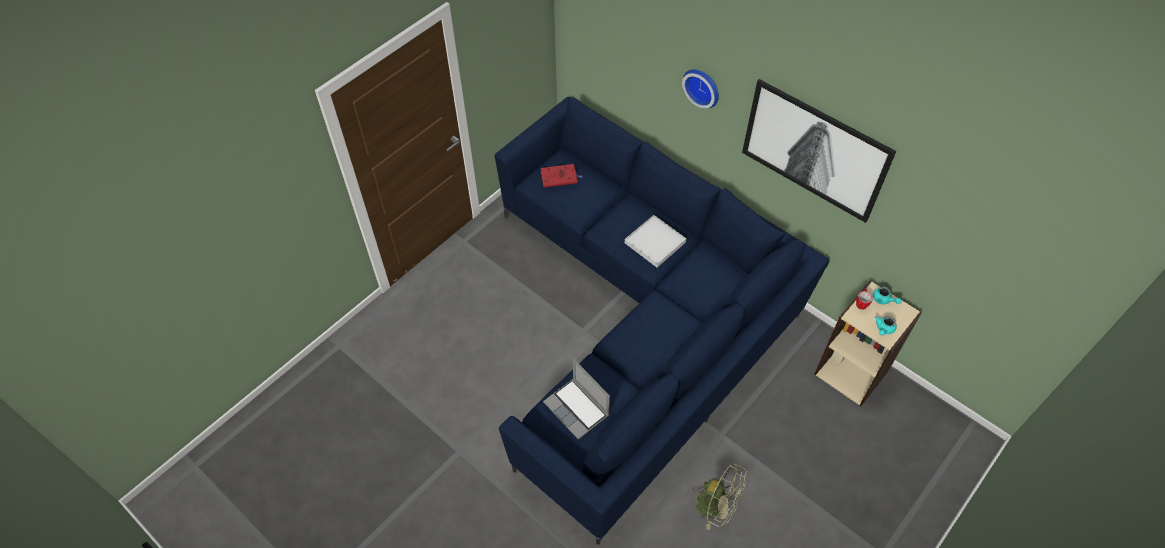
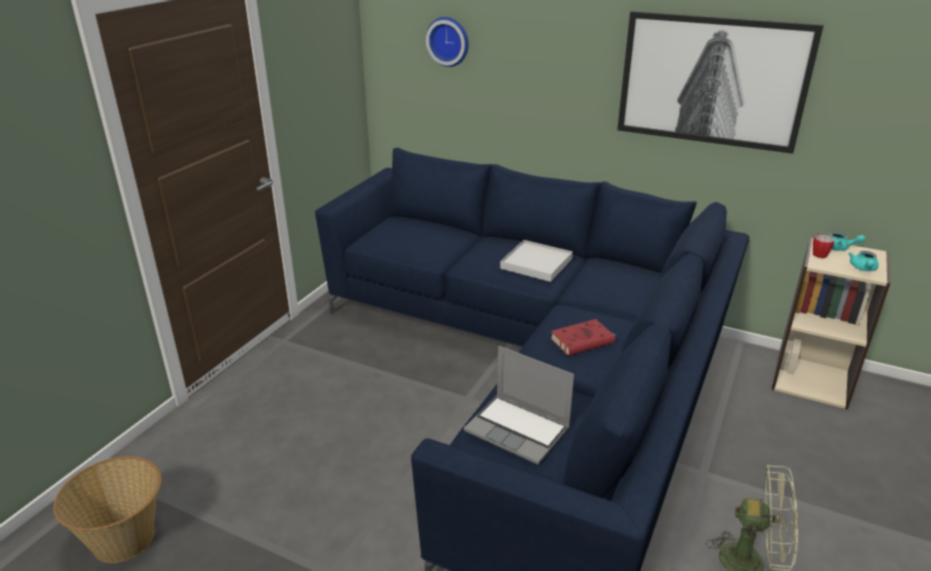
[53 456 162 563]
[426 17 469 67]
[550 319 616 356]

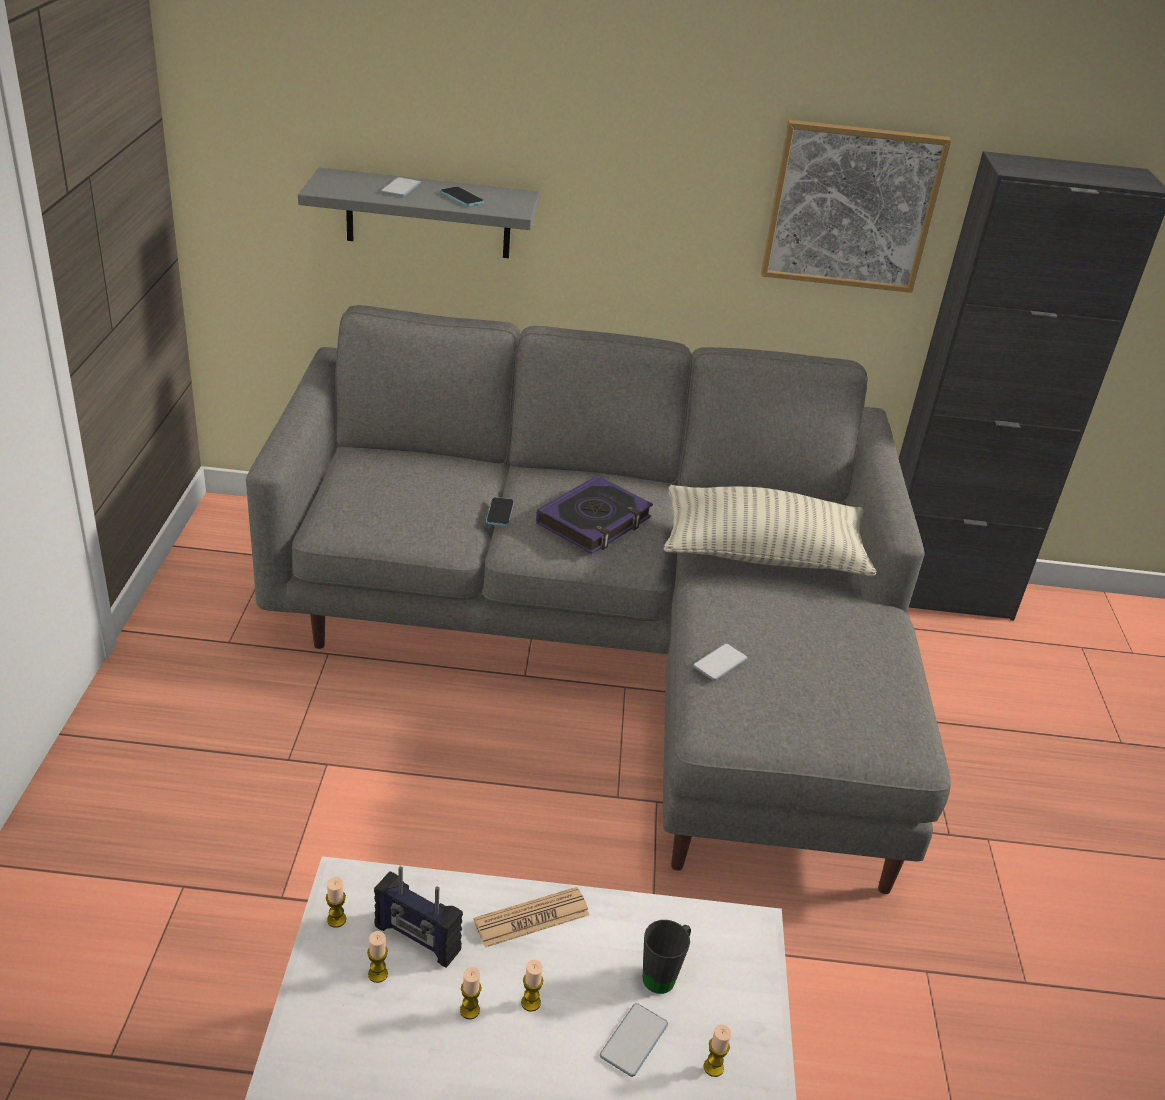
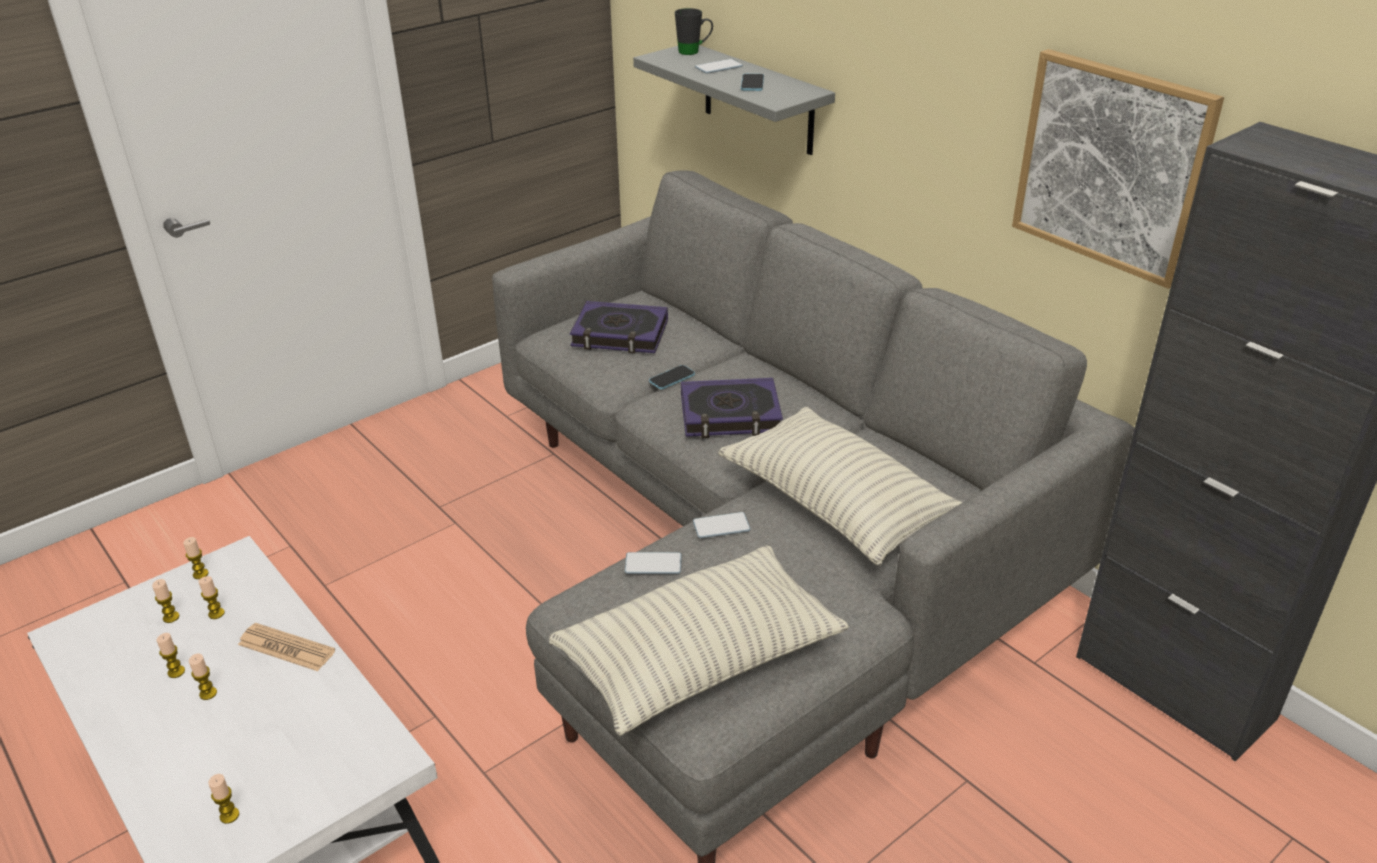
[199 576 225 619]
[549 545 849 736]
[570 301 668 354]
[675 8 713 55]
[693 512 751 538]

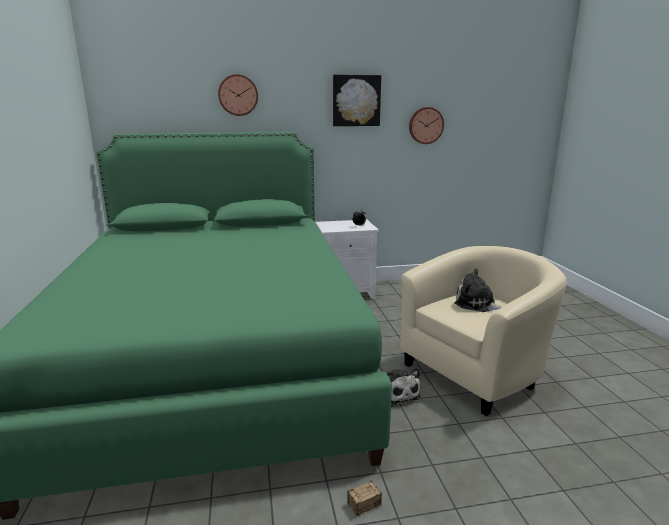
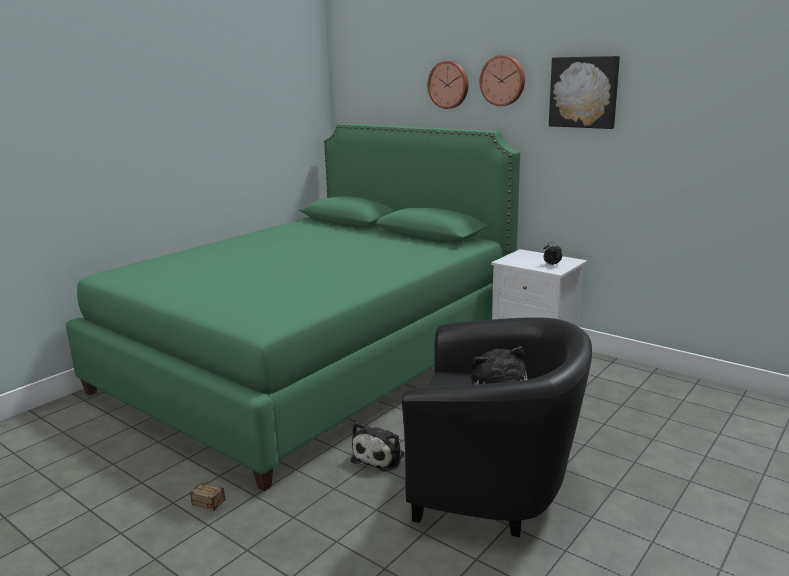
[401 317 592 537]
[480 55 525 106]

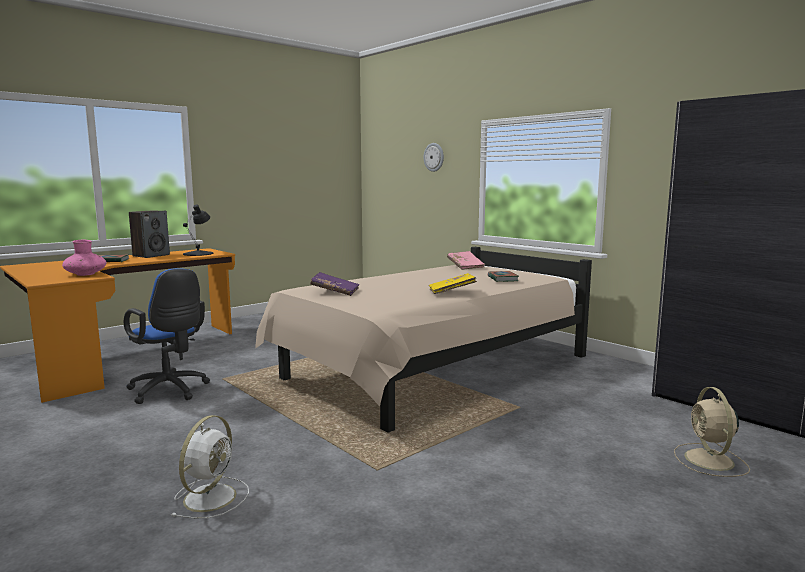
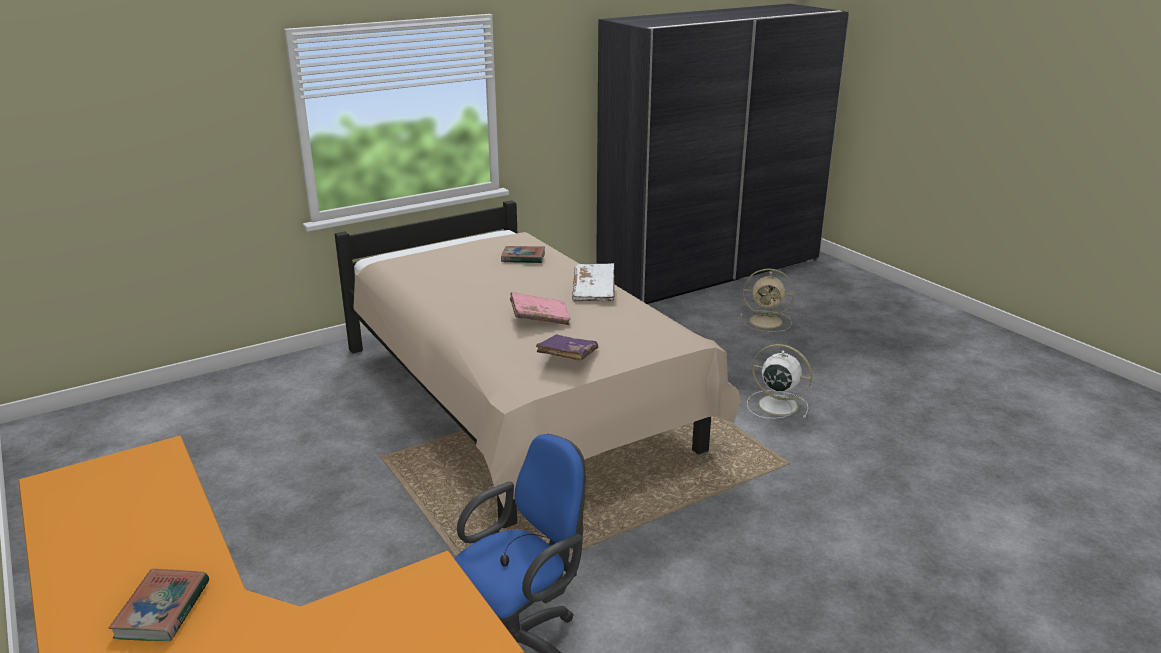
[510 292 571 325]
[572 263 615 301]
[747 344 812 419]
[62 240 107 276] (first image)
[129 210 170 258] (first image)
[183 204 213 256] (first image)
[424 143 444 172] (first image)

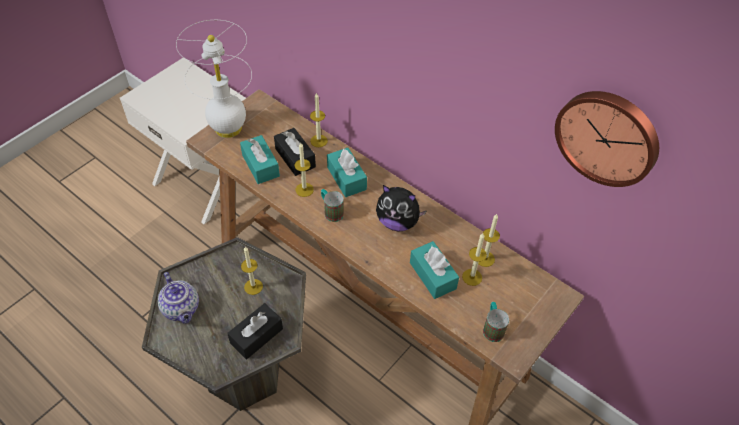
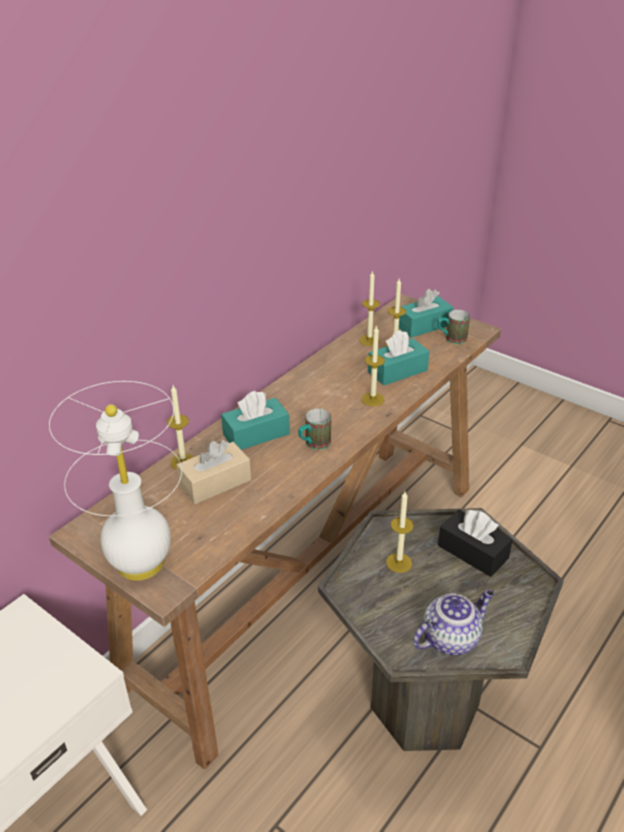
[177 440 251 504]
[362 325 385 406]
[399 289 453 338]
[376 185 427 232] (first image)
[555 91 659 187] (first image)

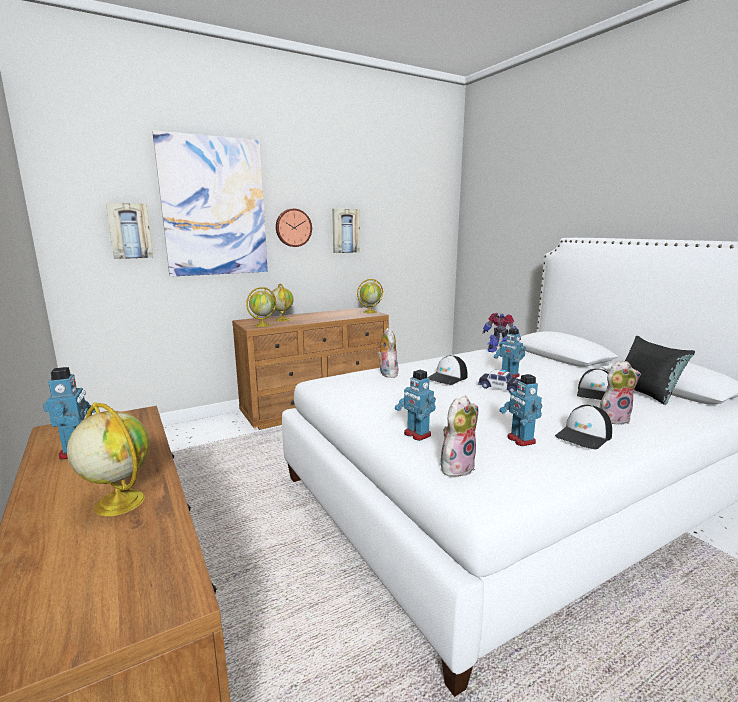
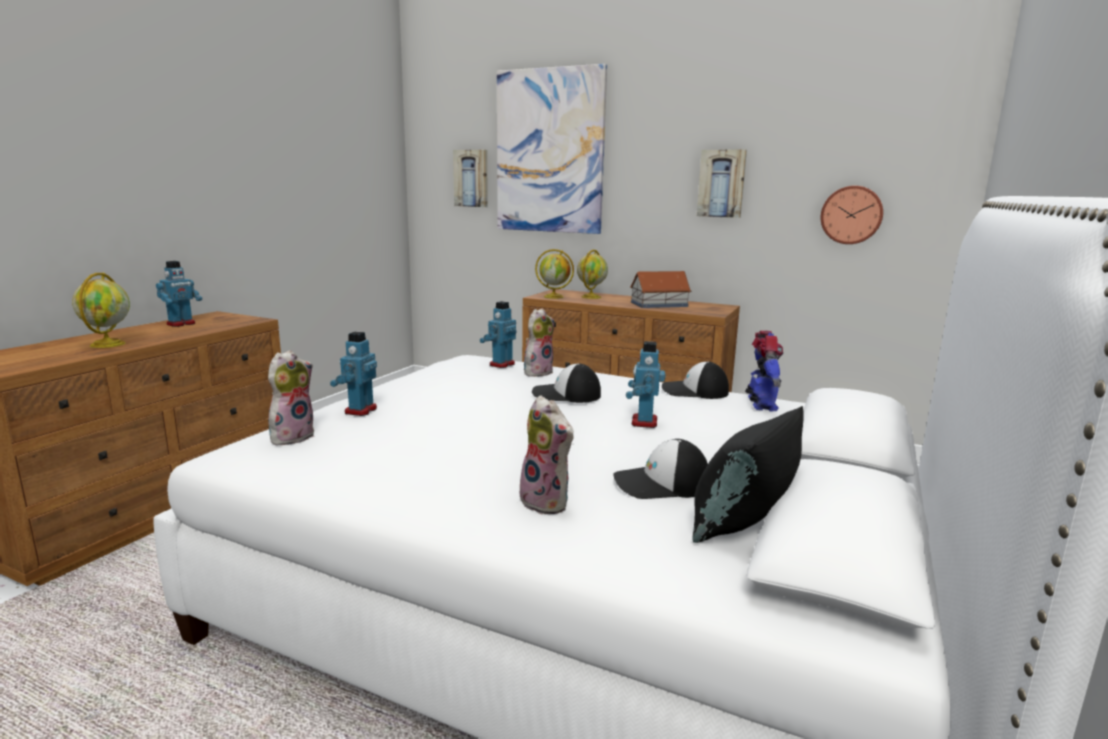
[268 350 314 446]
[480 301 516 368]
[630 271 691 308]
[662 361 729 399]
[821 186 883 244]
[357 279 383 313] (first image)
[478 369 521 393] (first image)

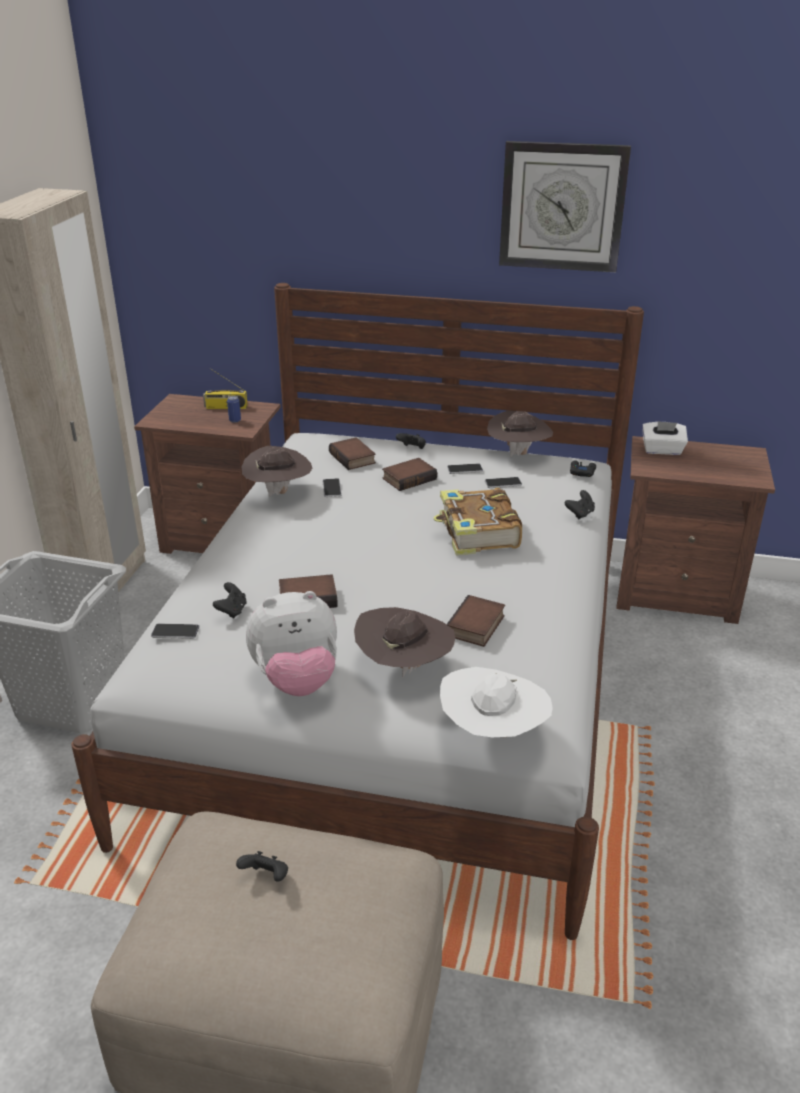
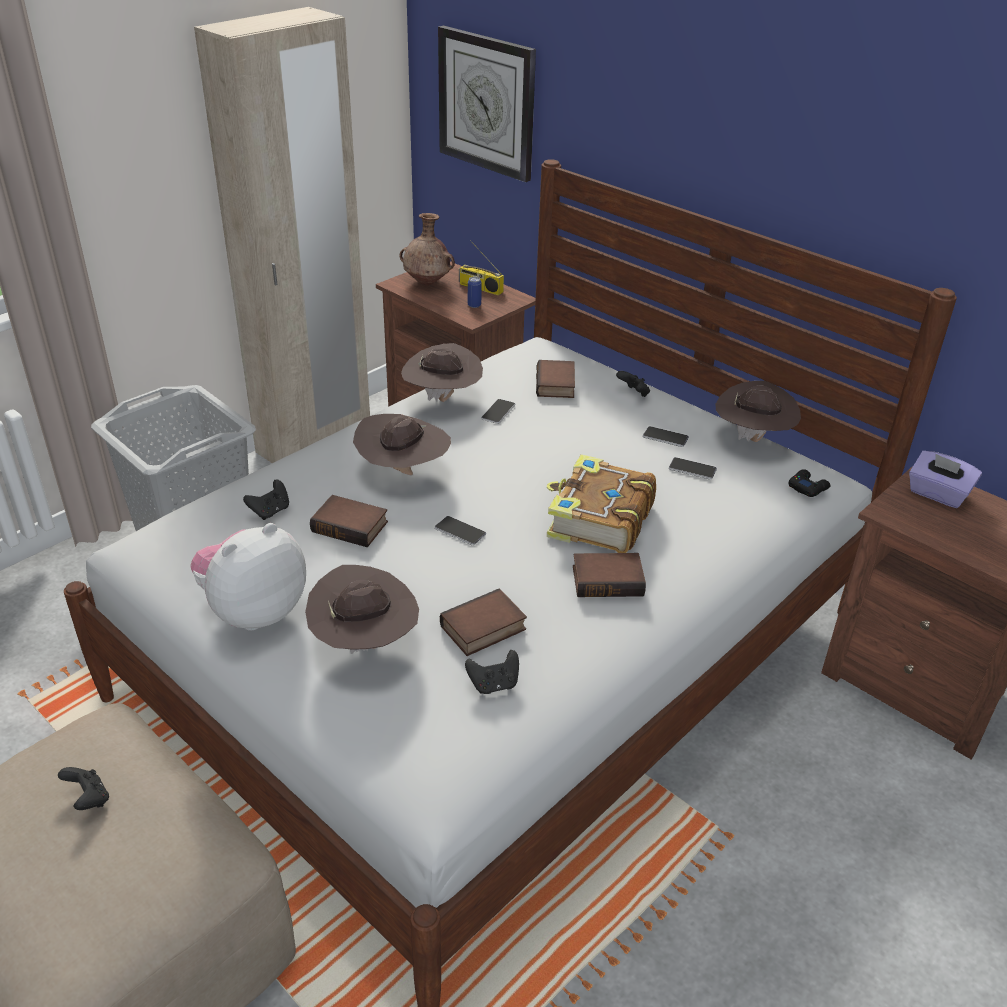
[191 523 306 631]
[353 414 451 475]
[399 213 455 286]
[435 516 486 546]
[438 26 536 182]
[465 650 519 694]
[573 553 646 597]
[909 451 982 508]
[440 667 552 737] (first image)

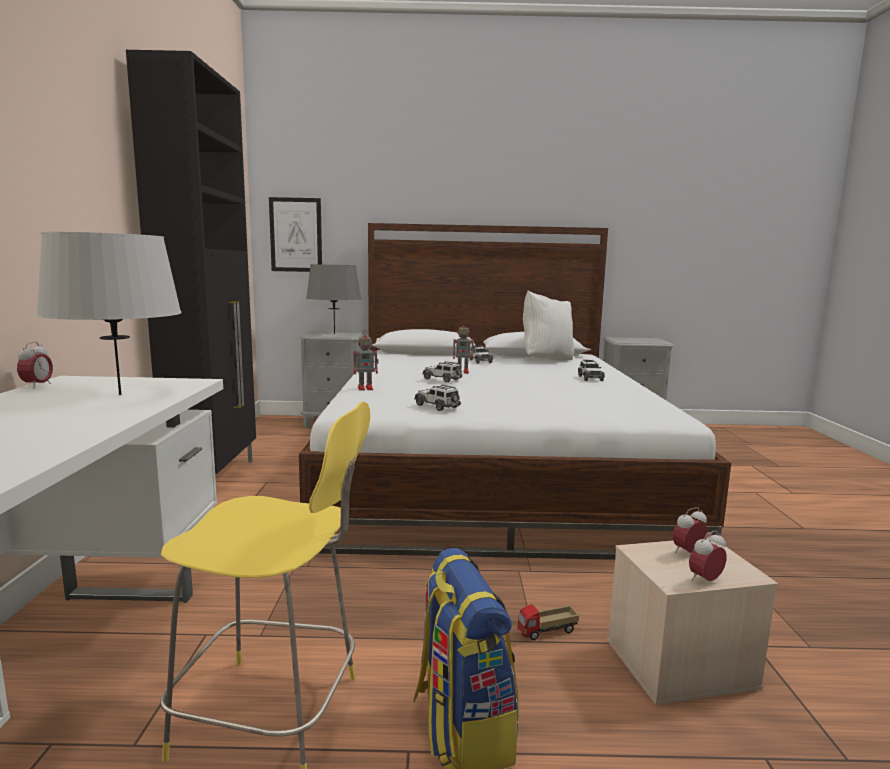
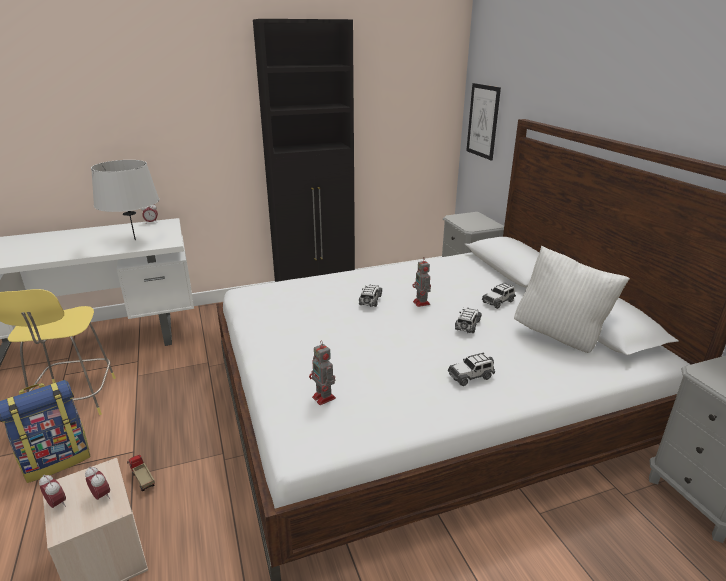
[309 340 336 405]
[455 308 482 333]
[307 264 361 334] (first image)

